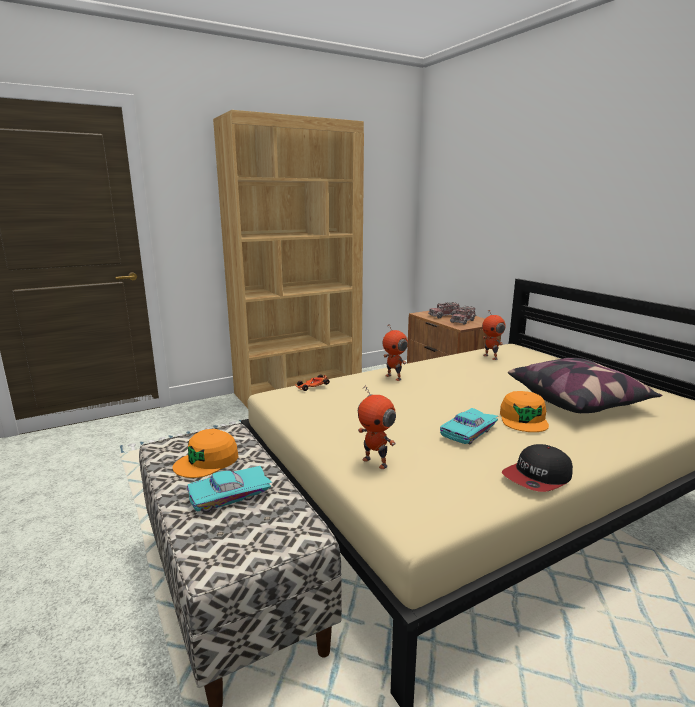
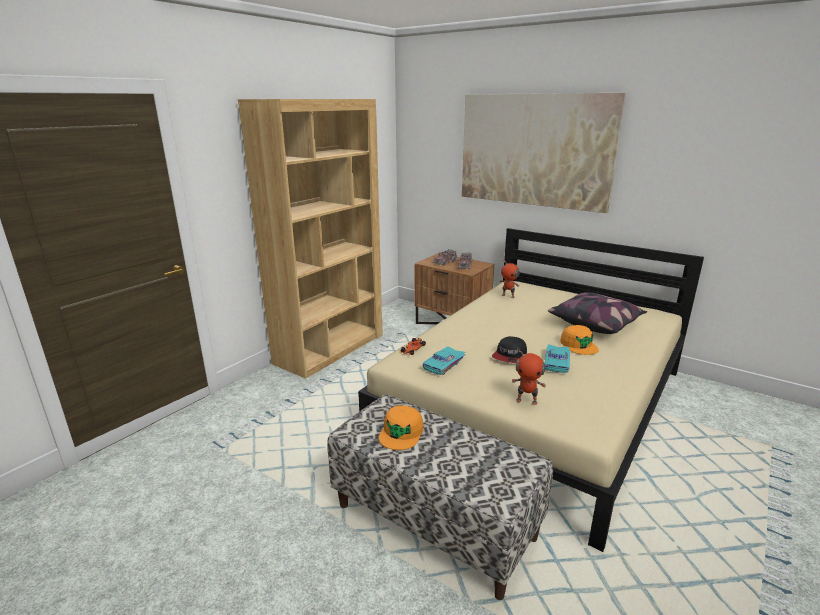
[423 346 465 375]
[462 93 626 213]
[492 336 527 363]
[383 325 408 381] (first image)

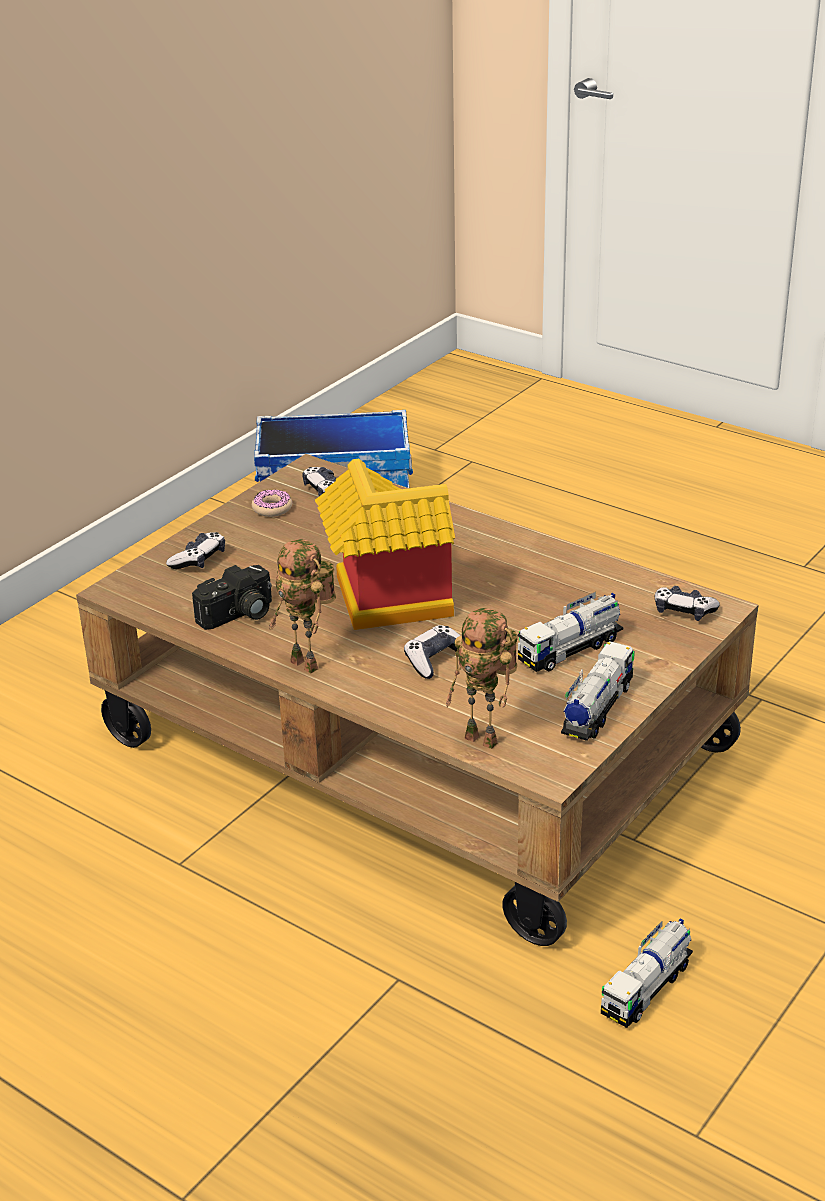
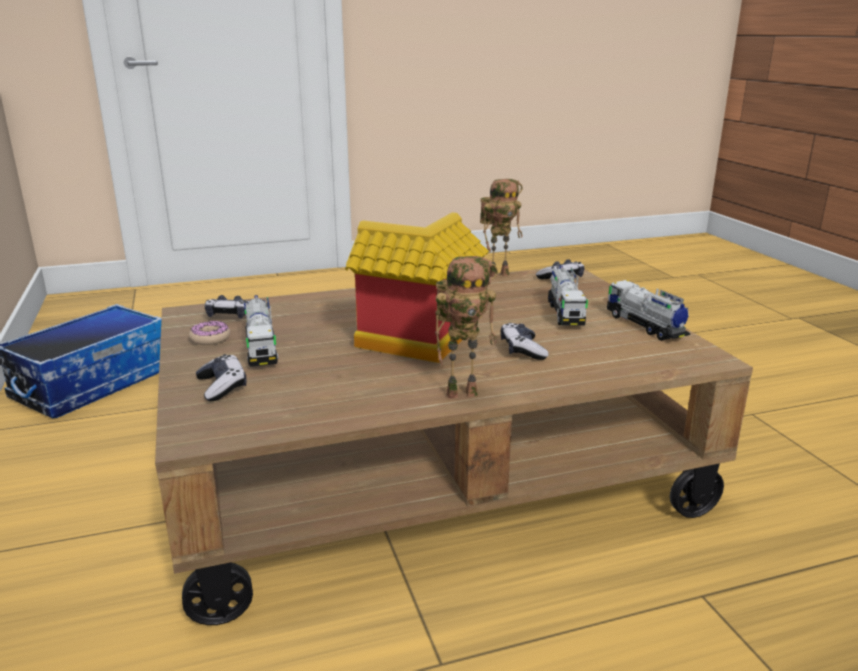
[244 295 278 367]
[480 179 523 277]
[192 565 272 630] (first image)

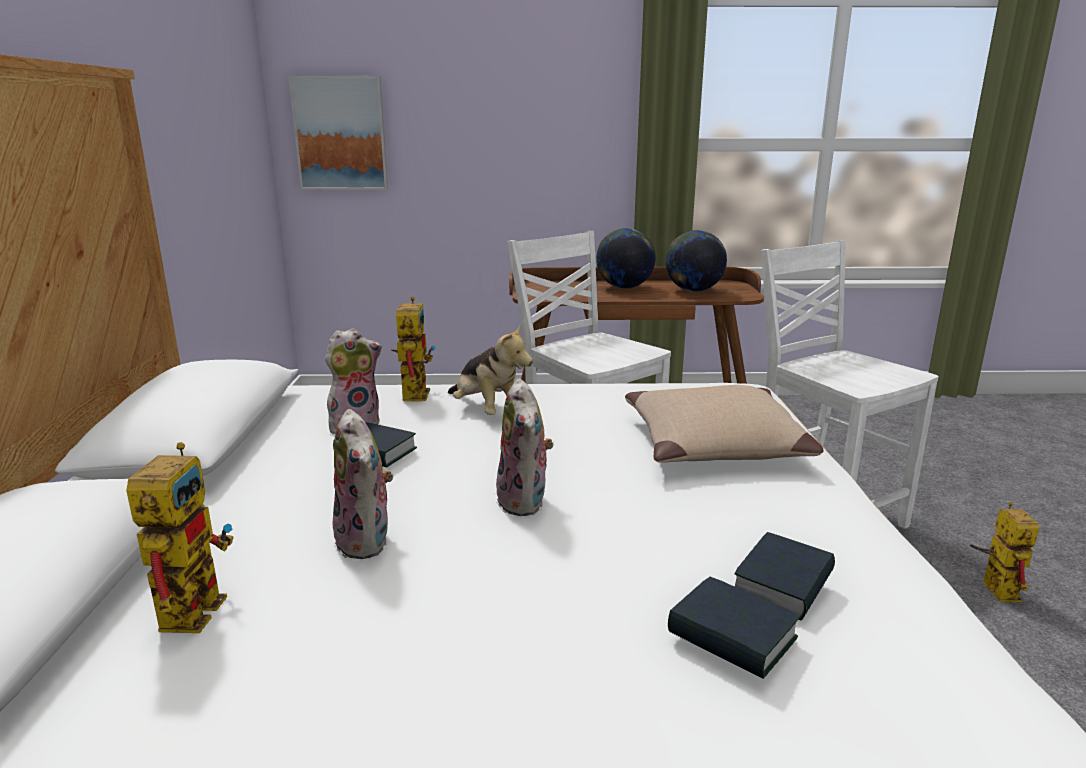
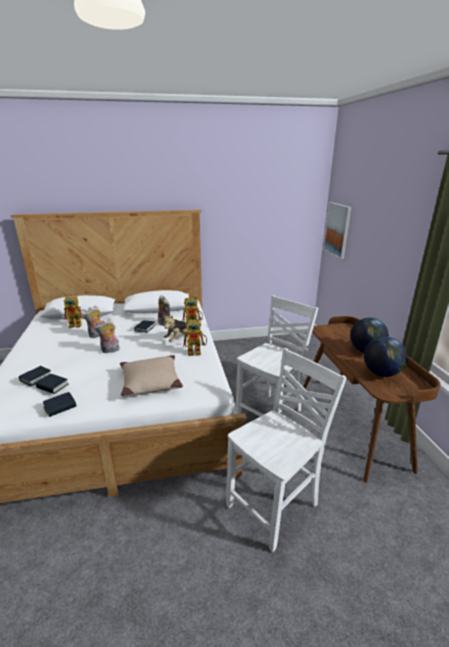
[43 392 76 417]
[183 319 207 356]

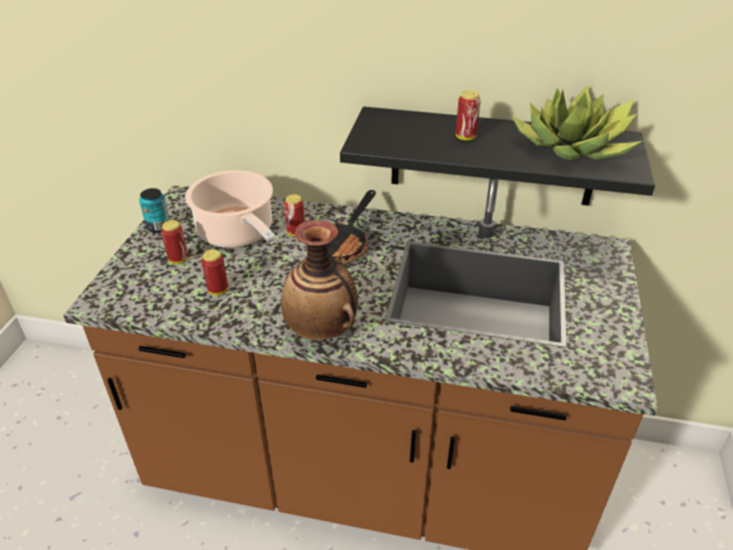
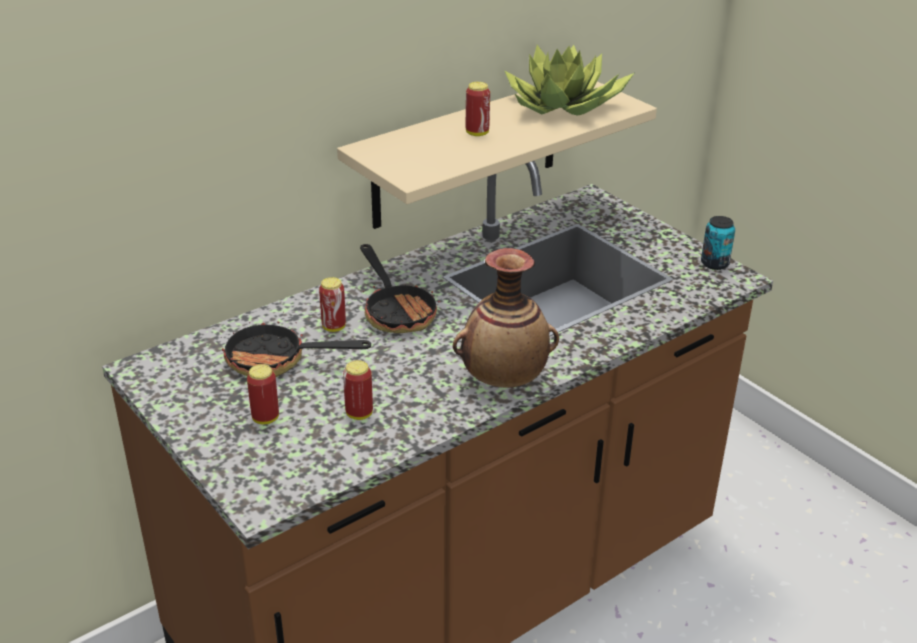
[221 312 371 377]
[337 81 657 229]
[701 216 735 270]

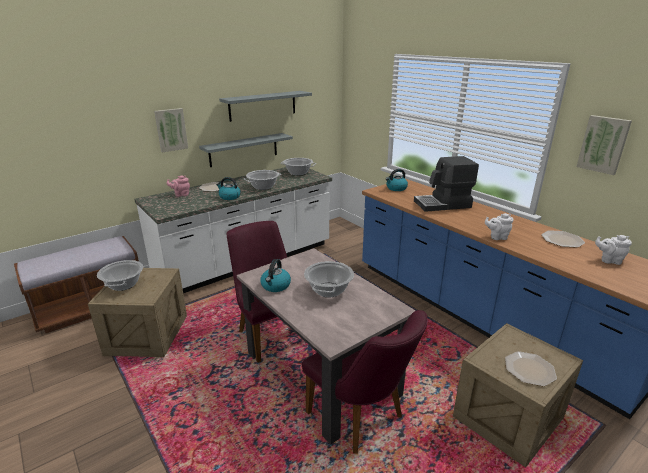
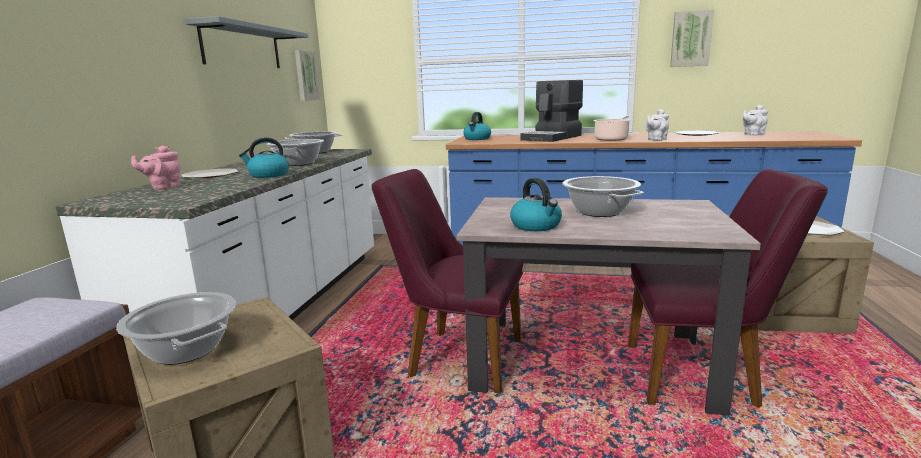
[295 50 320 101]
[593 116 631 141]
[199 133 293 167] (first image)

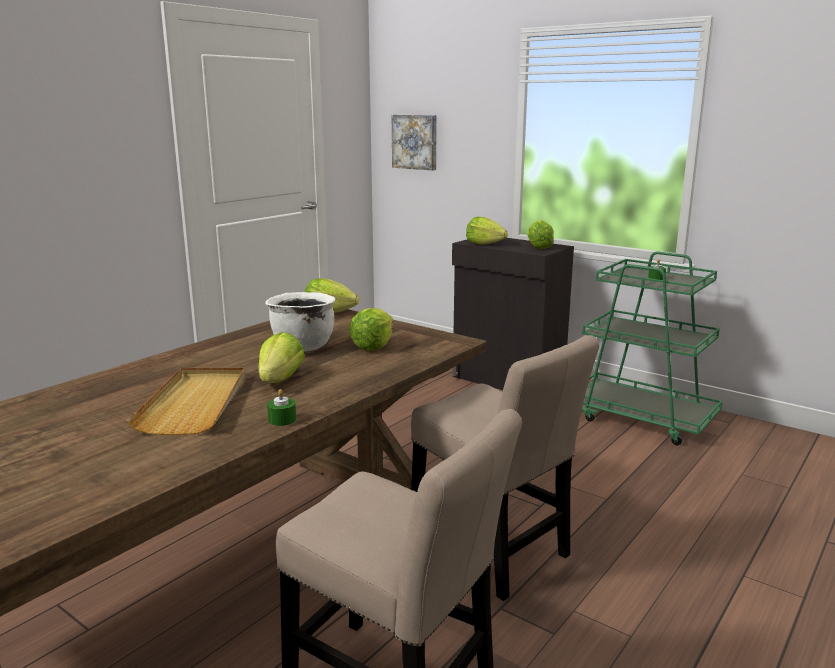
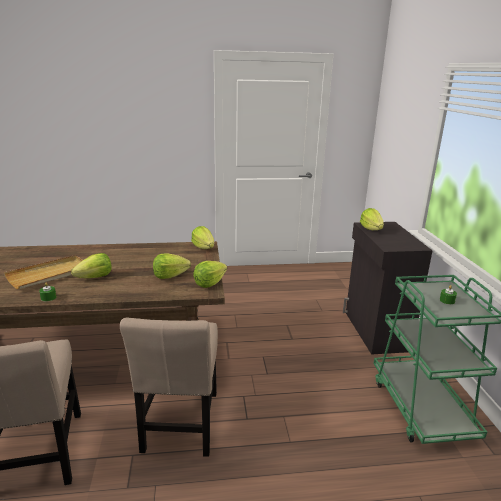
[193 261 227 288]
[265 292 335 352] (first image)
[392 115 437 170] (first image)

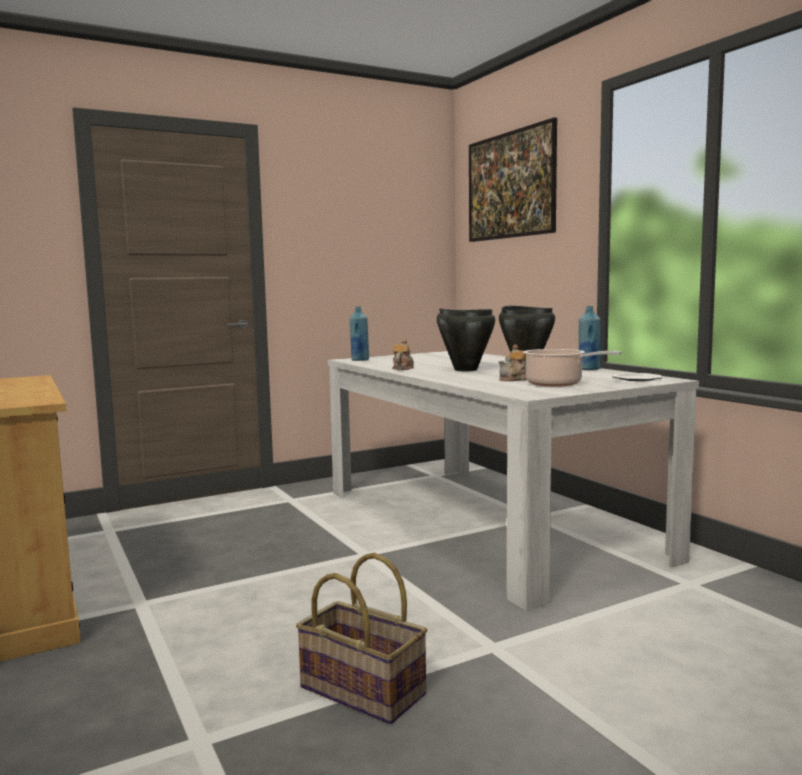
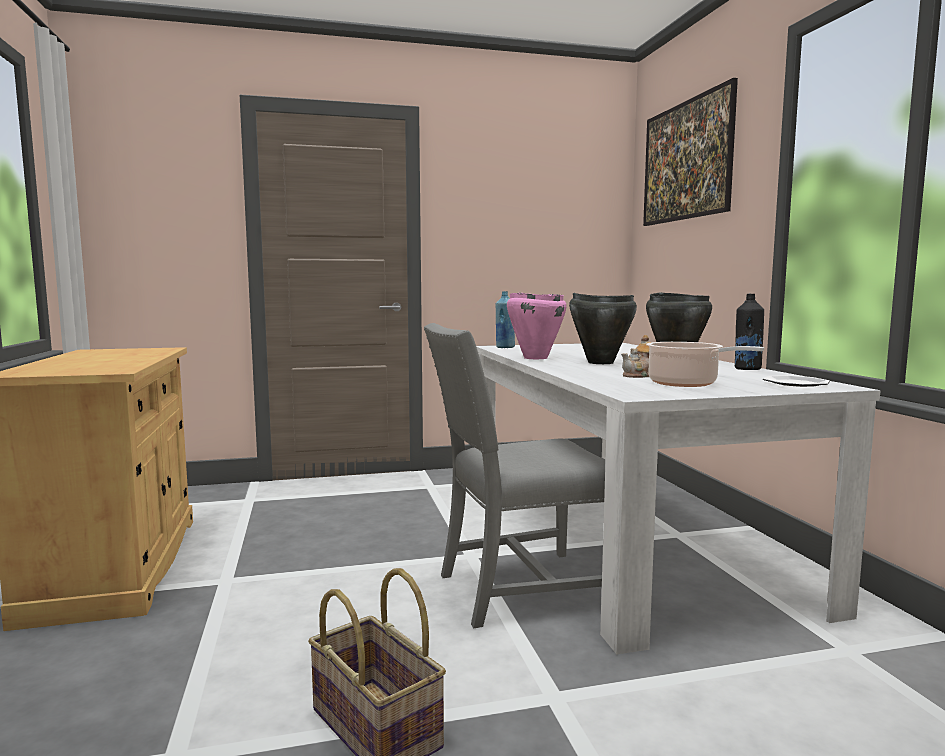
[424 323 606 628]
[507 293 567 359]
[735 294 764 370]

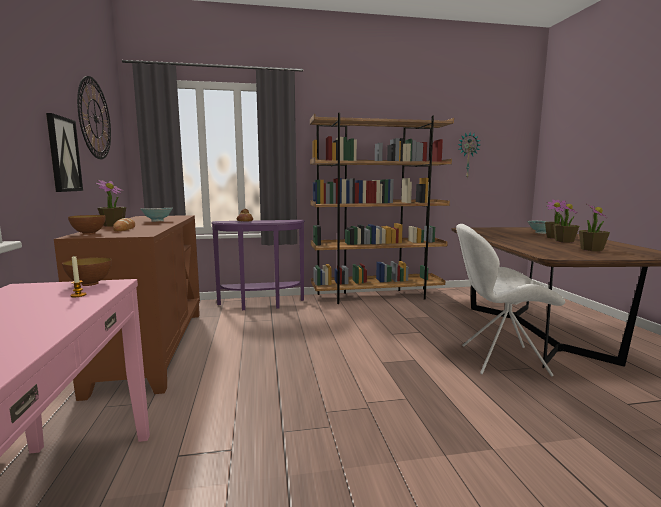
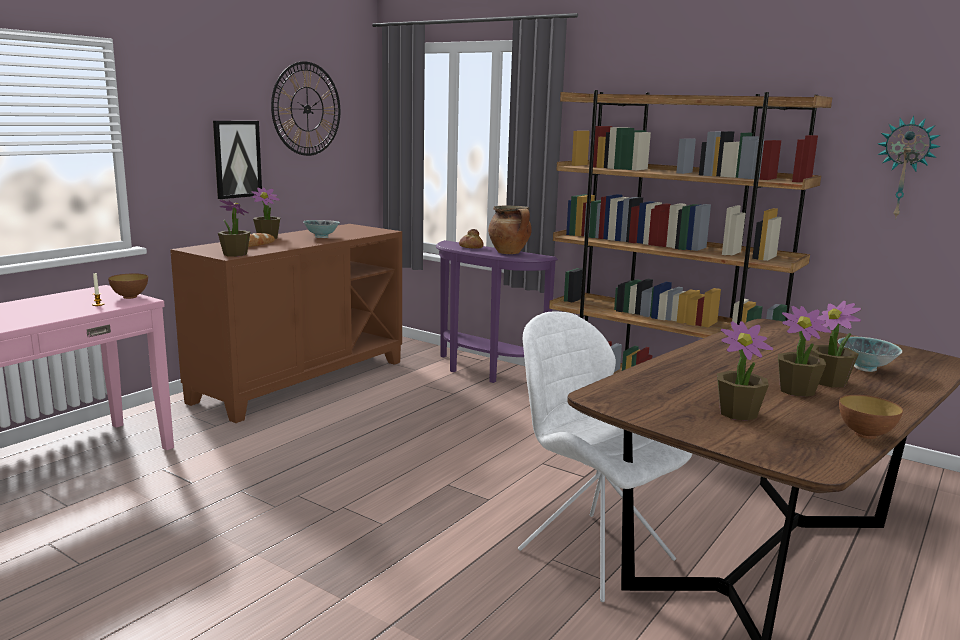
[218 200 250 257]
[488 205 532 254]
[839 395 903 439]

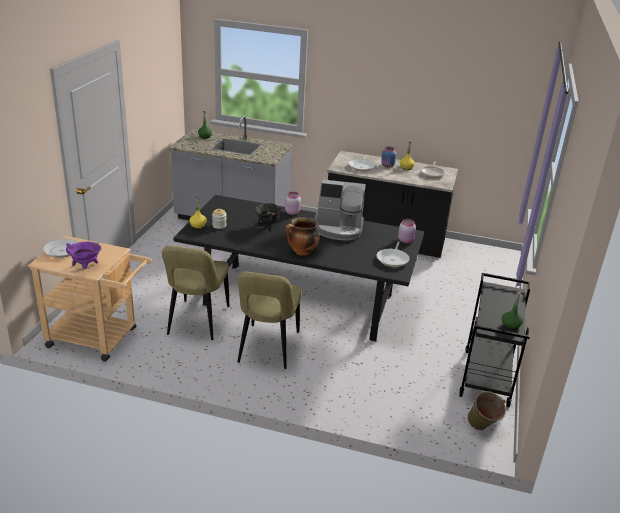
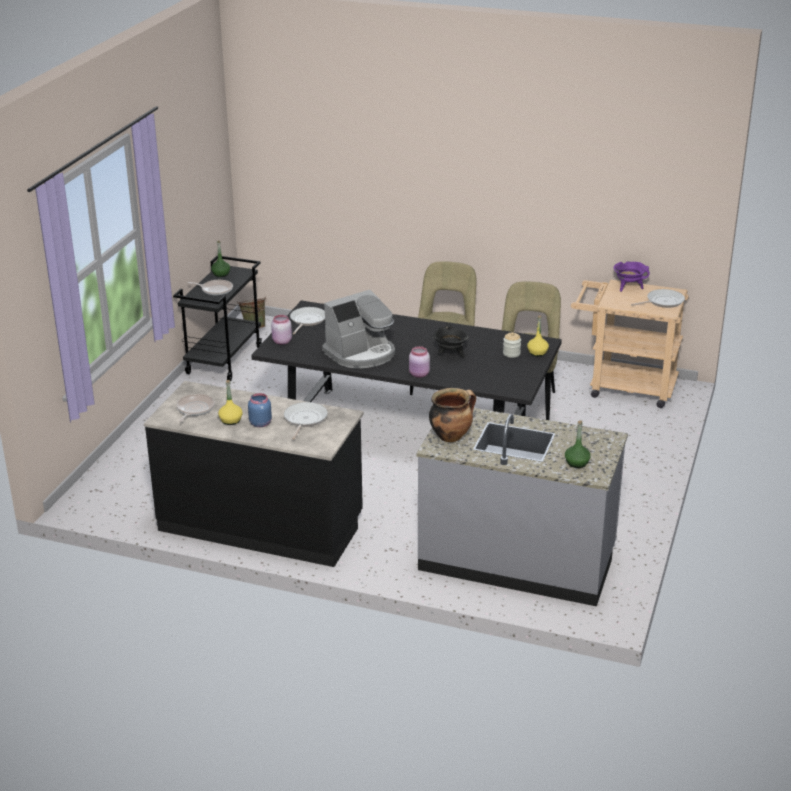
[187 280 233 296]
[322 290 395 368]
[429 388 476 442]

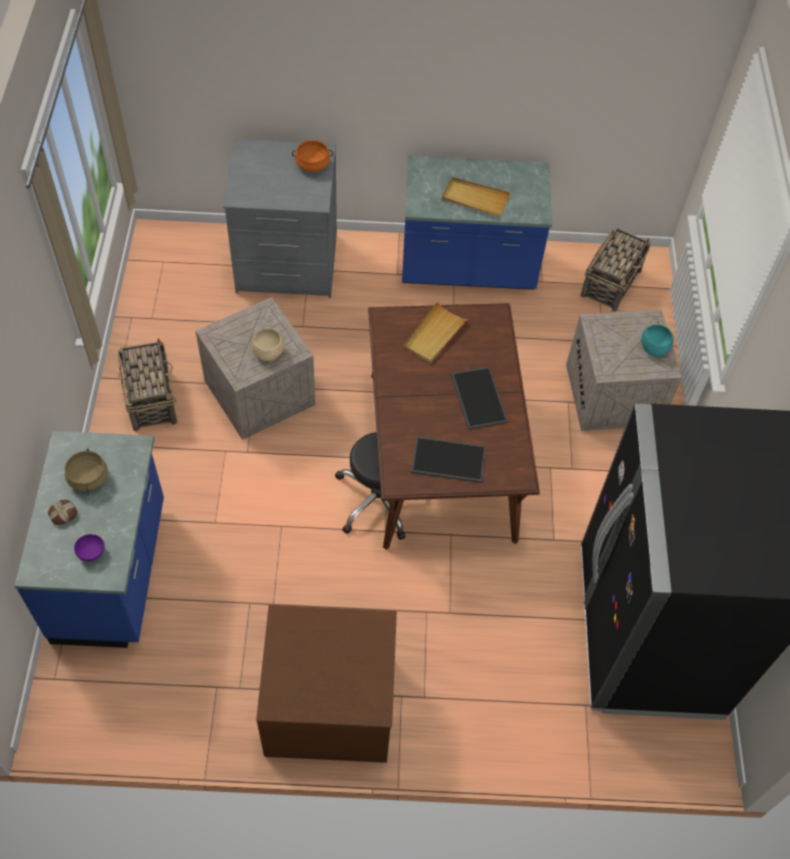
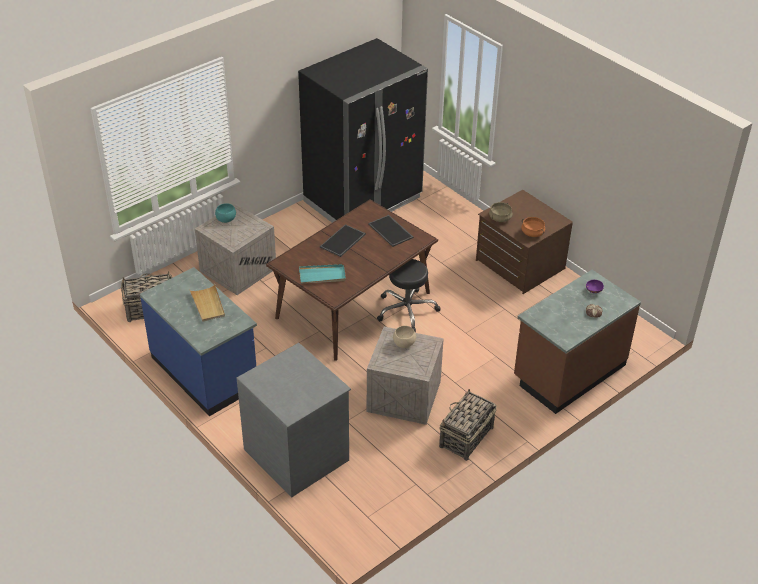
[299 264 346 283]
[489 202 513 222]
[514 270 641 414]
[521 217 545 237]

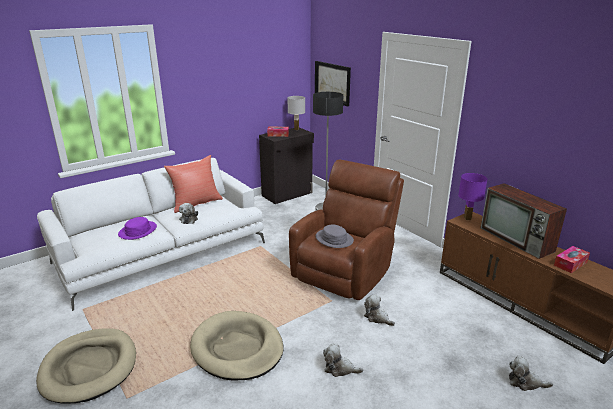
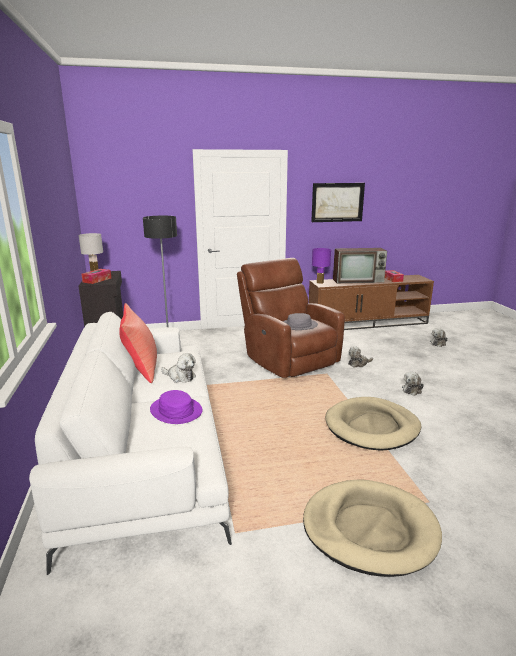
[311 183 365 222]

